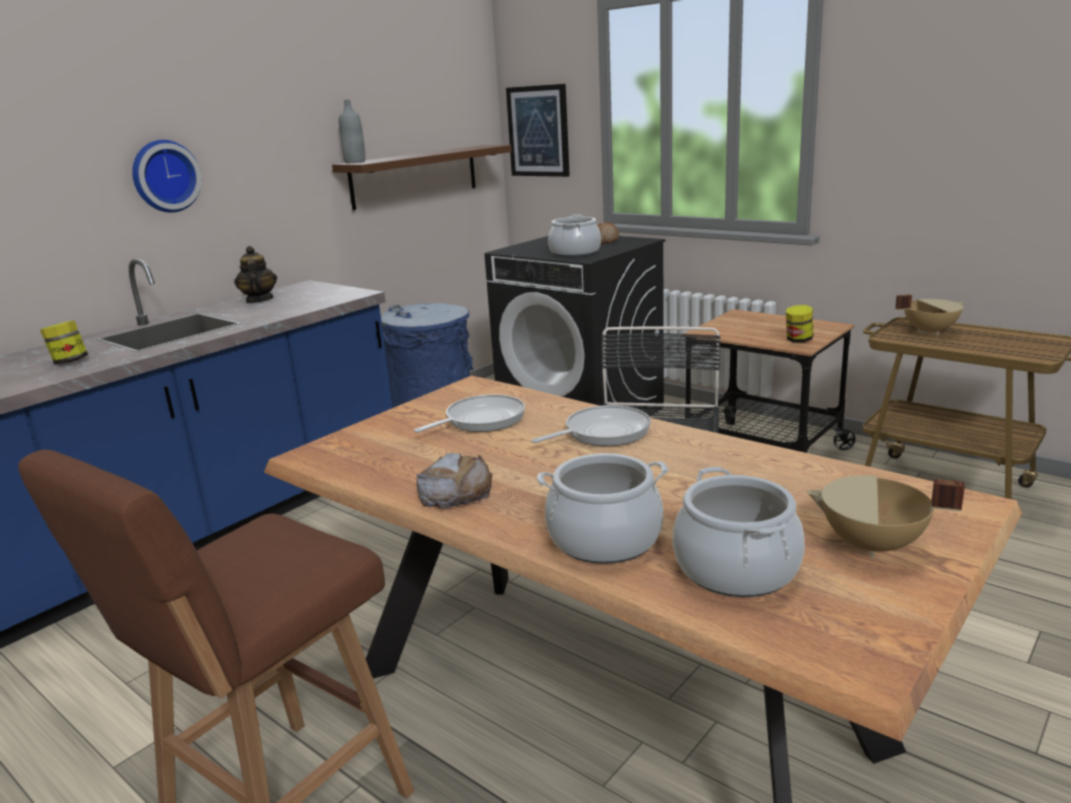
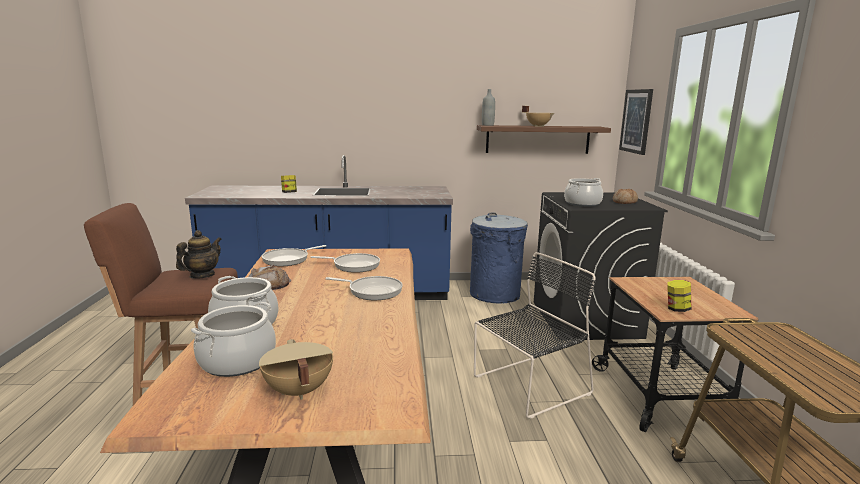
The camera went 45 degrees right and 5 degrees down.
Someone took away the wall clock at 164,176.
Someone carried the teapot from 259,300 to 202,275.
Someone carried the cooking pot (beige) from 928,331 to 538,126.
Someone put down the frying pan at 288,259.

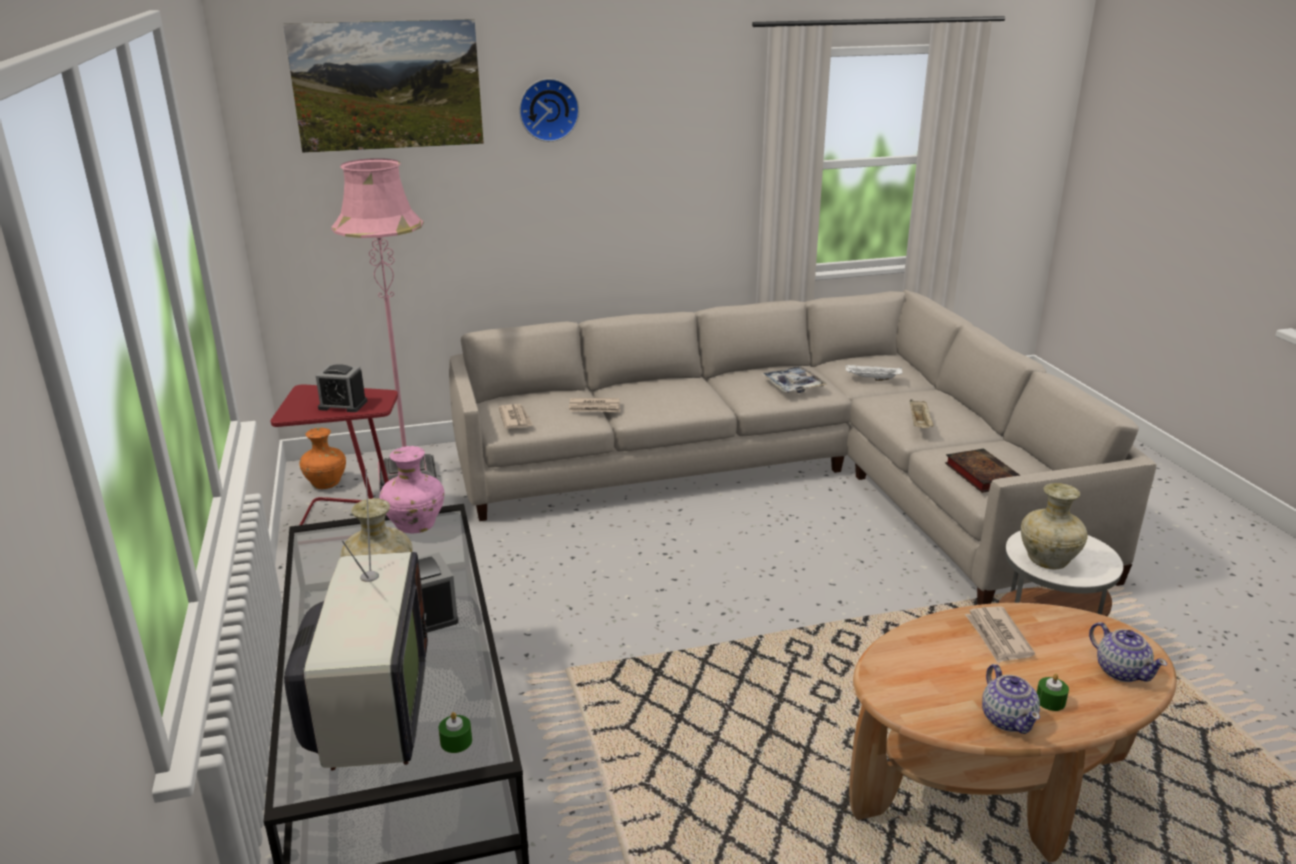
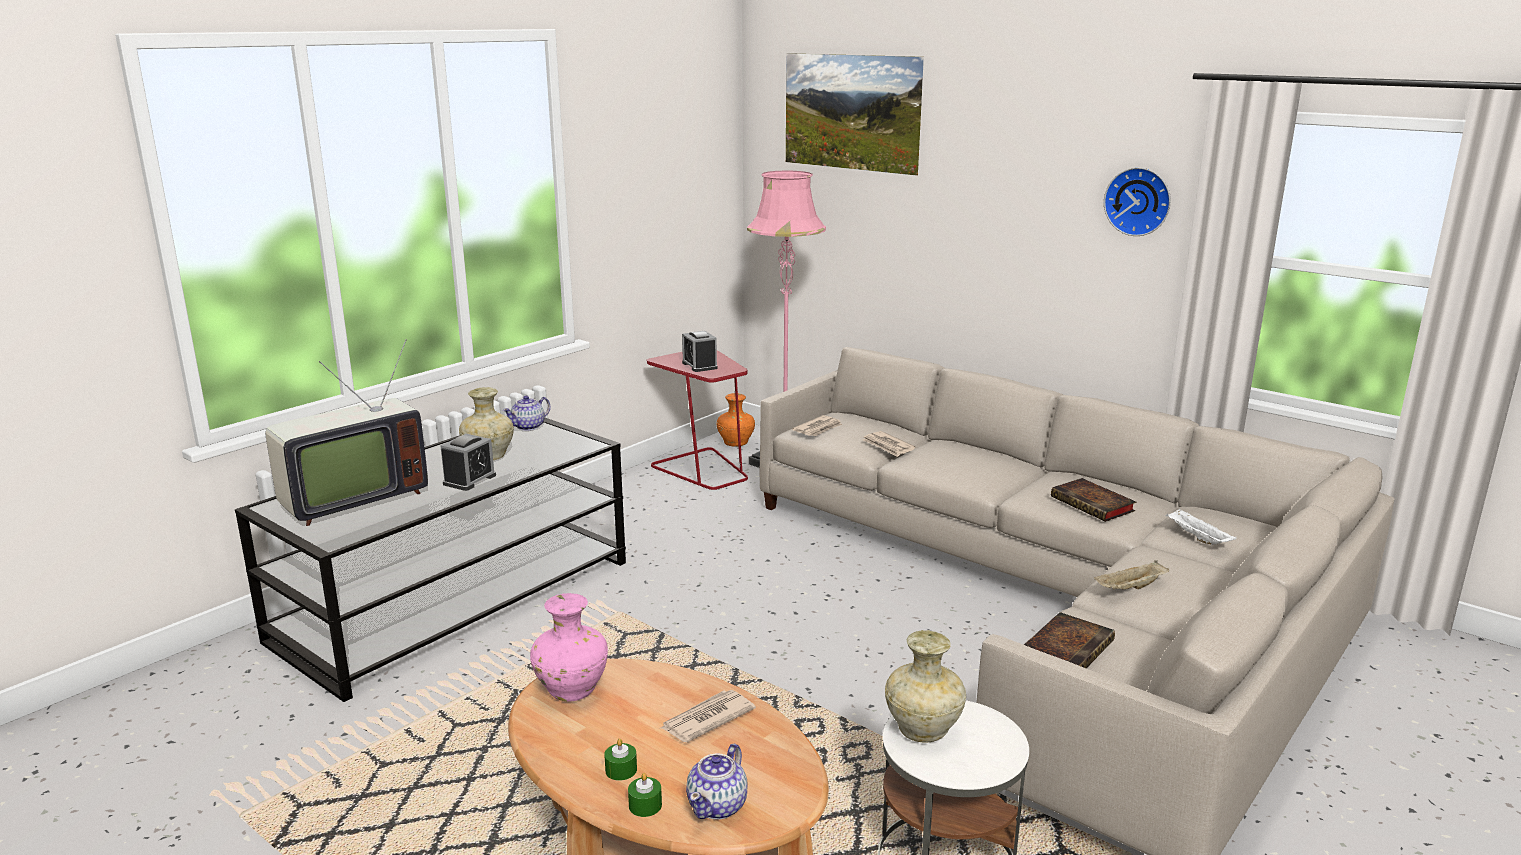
The camera went 55 degrees right and 5 degrees down.
Someone carried the vase (pink) from 415,525 to 573,689.
Someone carried the candle (green) from 456,741 to 645,805.
Someone carried the wall clock from 548,109 to 1138,201.
Someone swapped the tray at 792,385 for the book at 1094,505.
Someone carried the teapot from 1007,719 to 529,426.

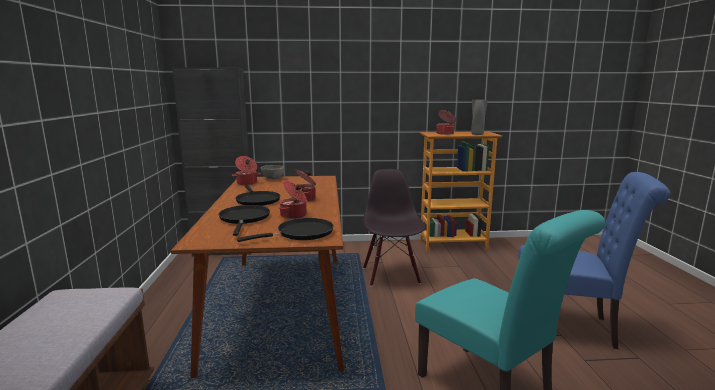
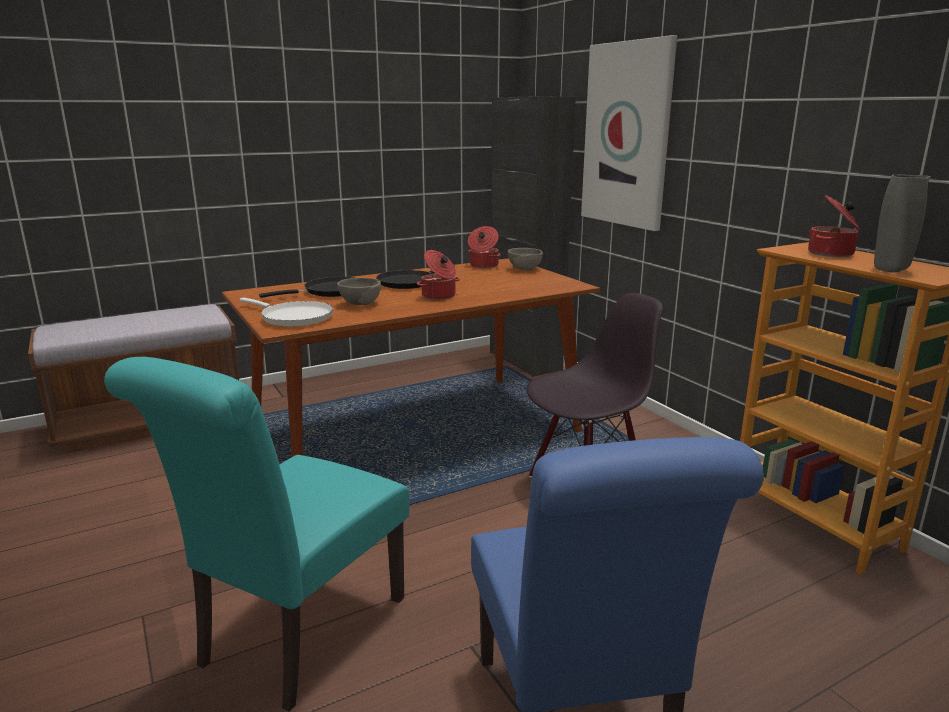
The camera went 65 degrees right and 5 degrees up.
Someone repainted the frying pan (black) at 301,233, which became the frying pan (white) at 293,317.
Someone swapped the cooking pot at 294,215 for the bowl (grey) at 360,304.
Someone put up the picture at 627,135.

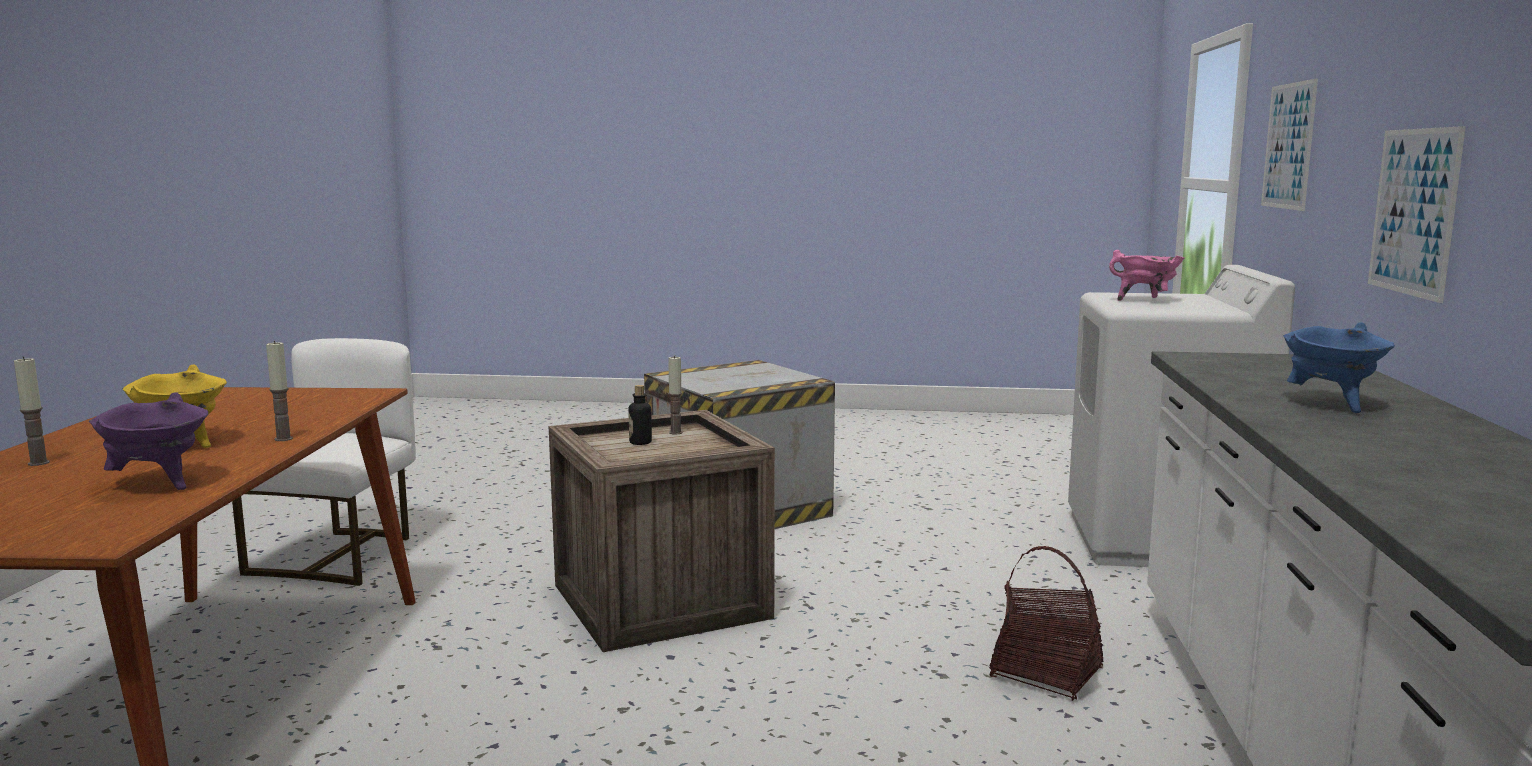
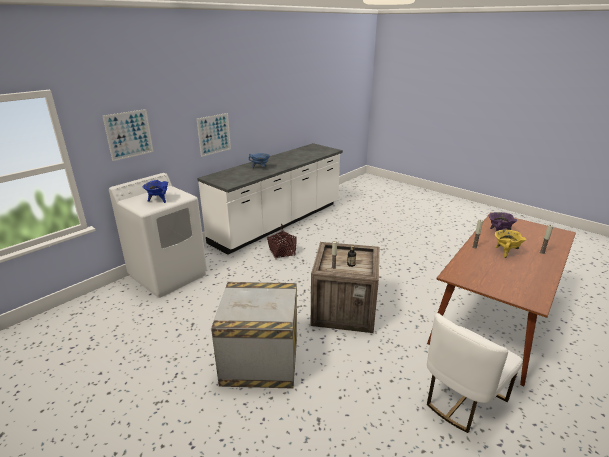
The camera went 145 degrees left and 15 degrees up.
Someone repainted the cooking pot (pink) at 1146,300, which became the cooking pot (blue) at 158,200.

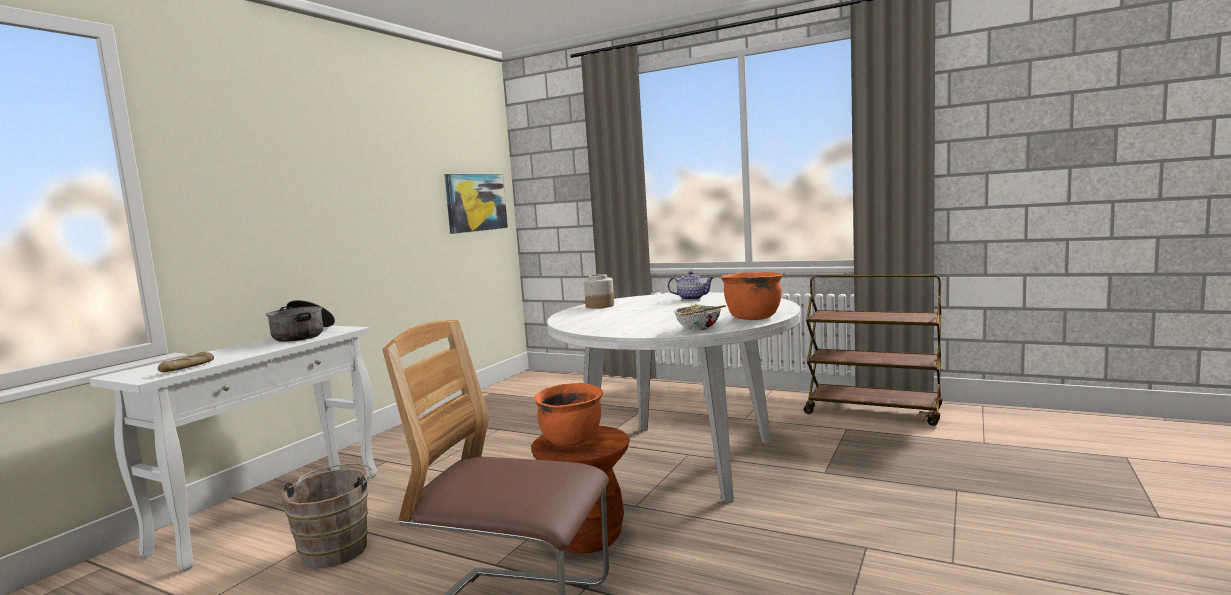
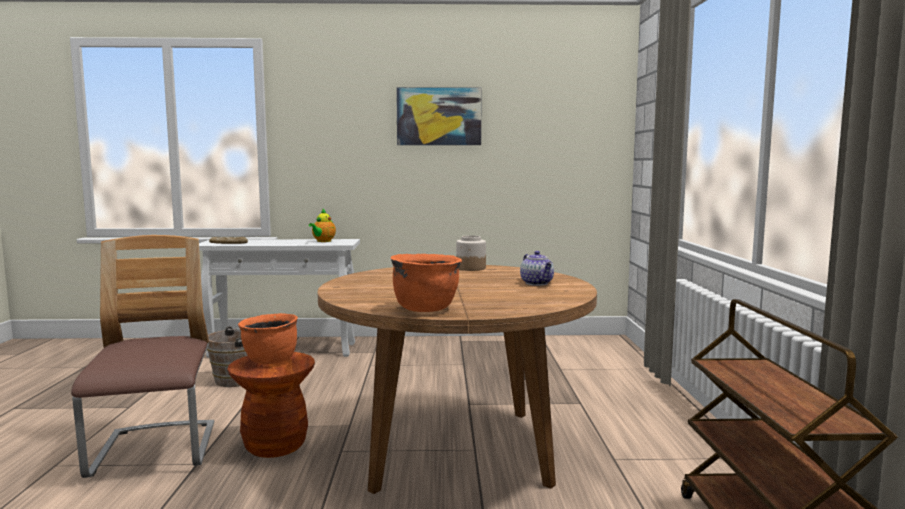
The camera went 60 degrees right and 0 degrees up.
Someone swapped the cooking pot at 304,335 for the teapot at 323,241.
Someone carried the picture from 476,202 to 439,116.
Someone repainted the dining table (white) at 679,460, which became the dining table (brown) at 456,448.
Someone took away the bowl at 698,329.

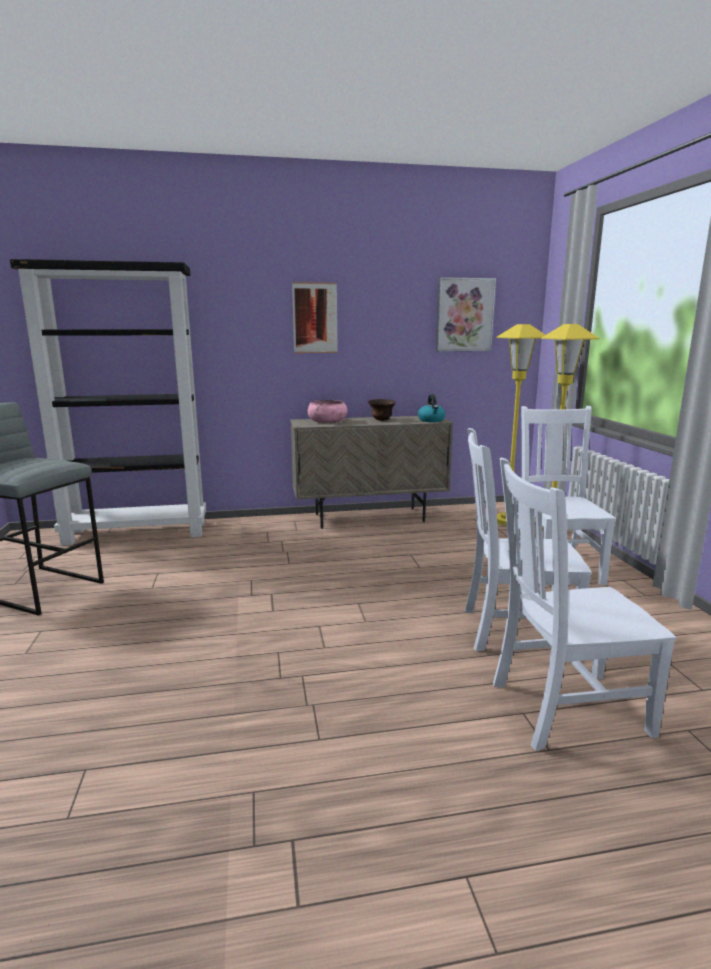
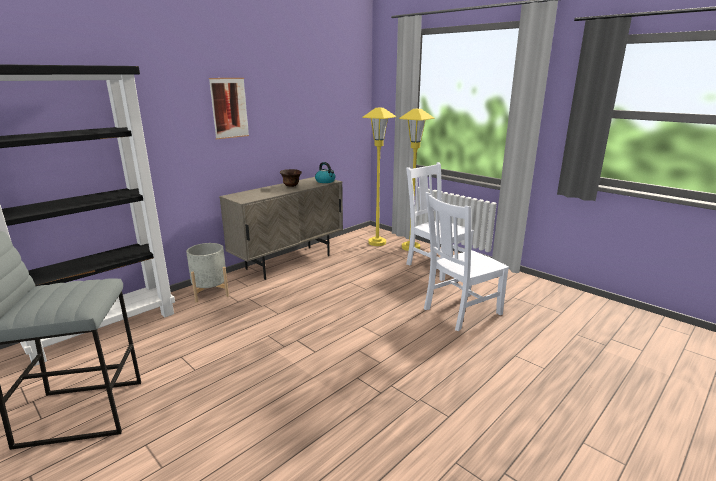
The camera went 35 degrees left and 5 degrees up.
Someone took away the bowl (pink) at 327,421.
Someone took away the picture at 464,315.
Someone took away the chair (white) at 564,708.
Someone put down the planter (grey) at 210,292.

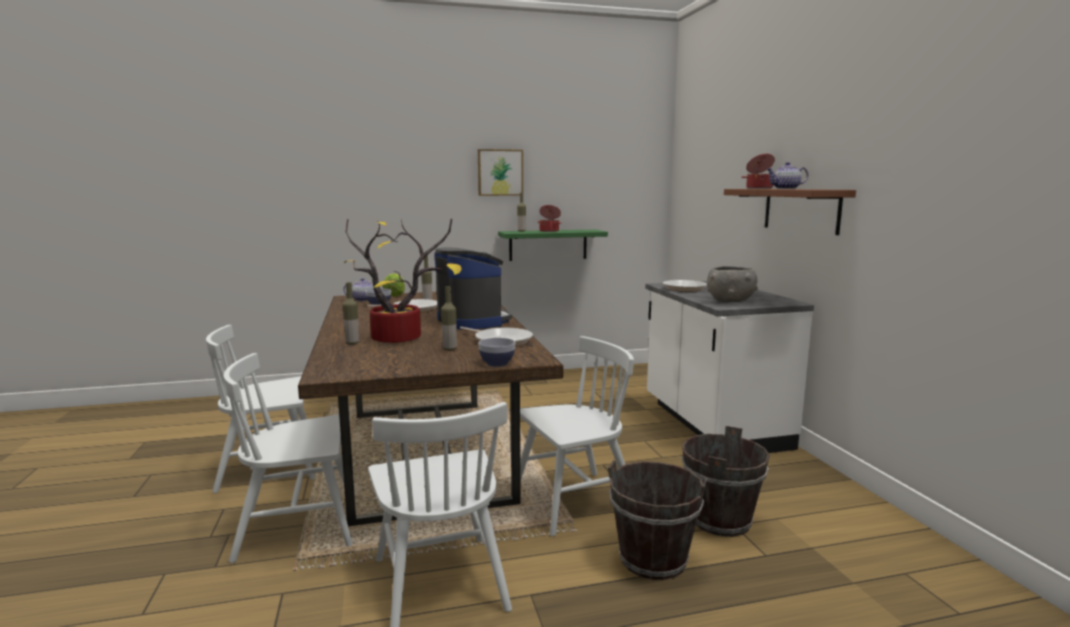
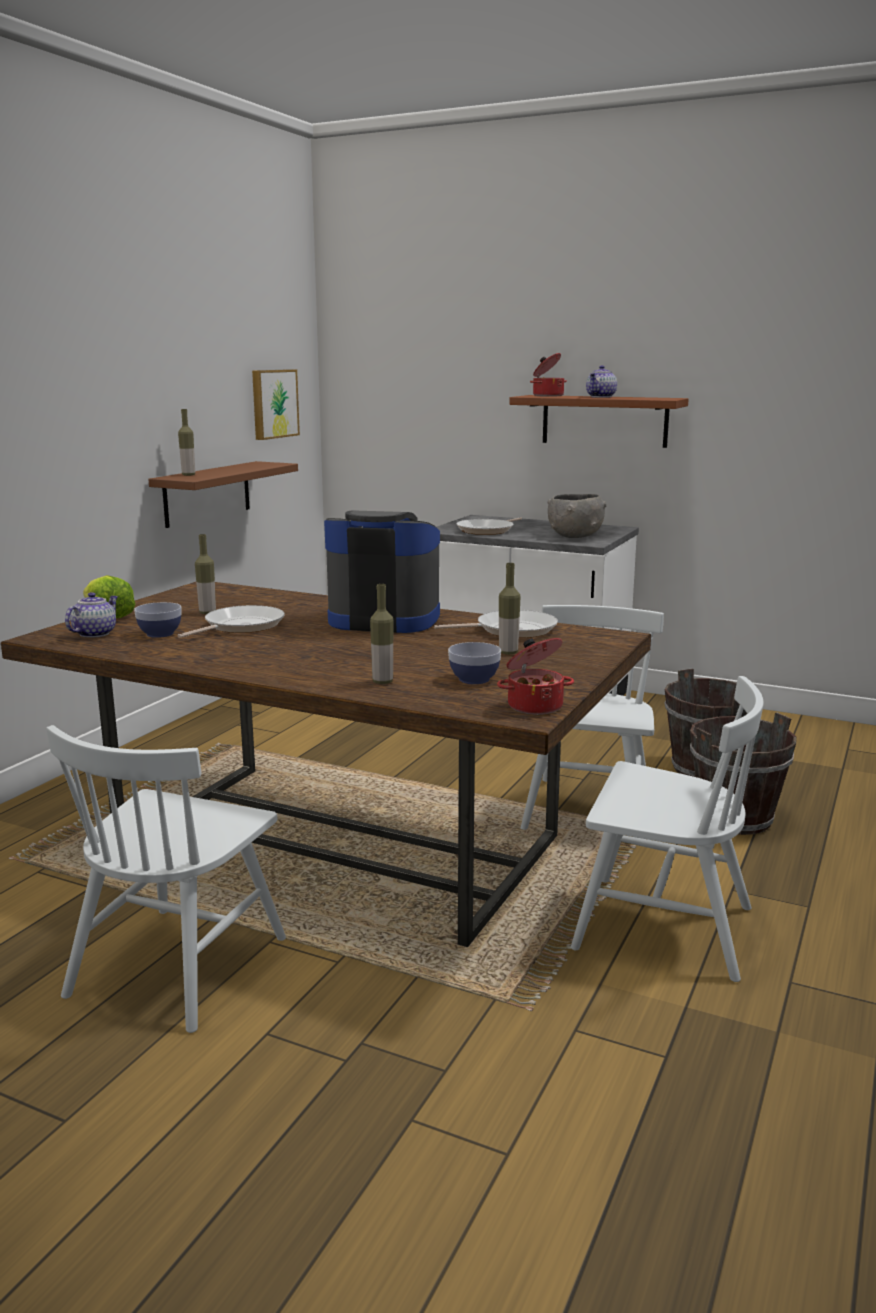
The camera went 50 degrees left and 5 degrees up.
Someone took away the chair (white) at 298,527.
Someone took away the potted plant at 401,338.
Someone carried the picture from 500,172 to 273,403.
Someone carried the bowl from 497,363 to 474,679.
Someone repainted the shelf (green) at 548,245, which became the shelf (brown) at 207,493.
Someone carried the cooking pot from 549,231 to 534,705.

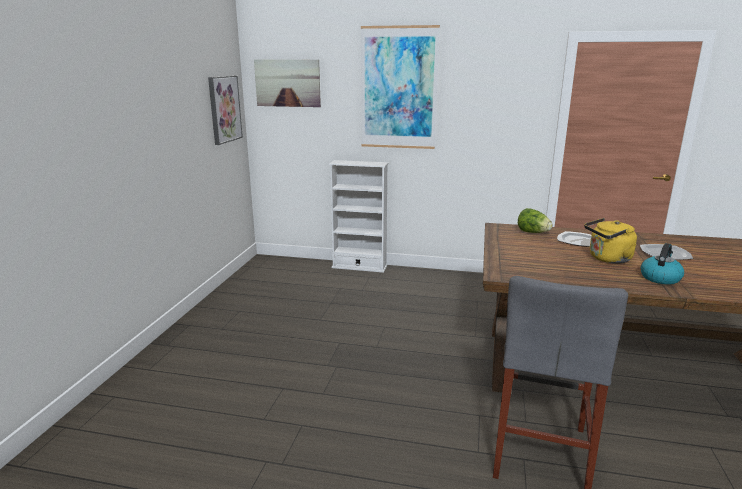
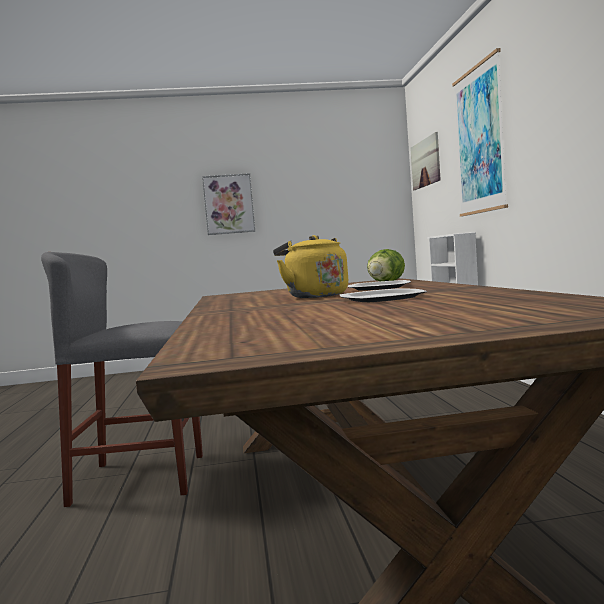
The camera went 70 degrees right and 15 degrees down.
Someone carried the picture from 224,109 to 228,204.
Someone took away the kettle at 660,278.

